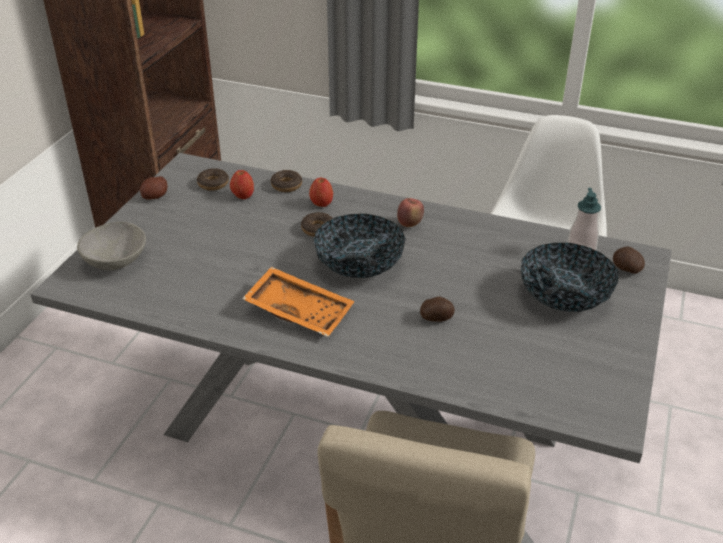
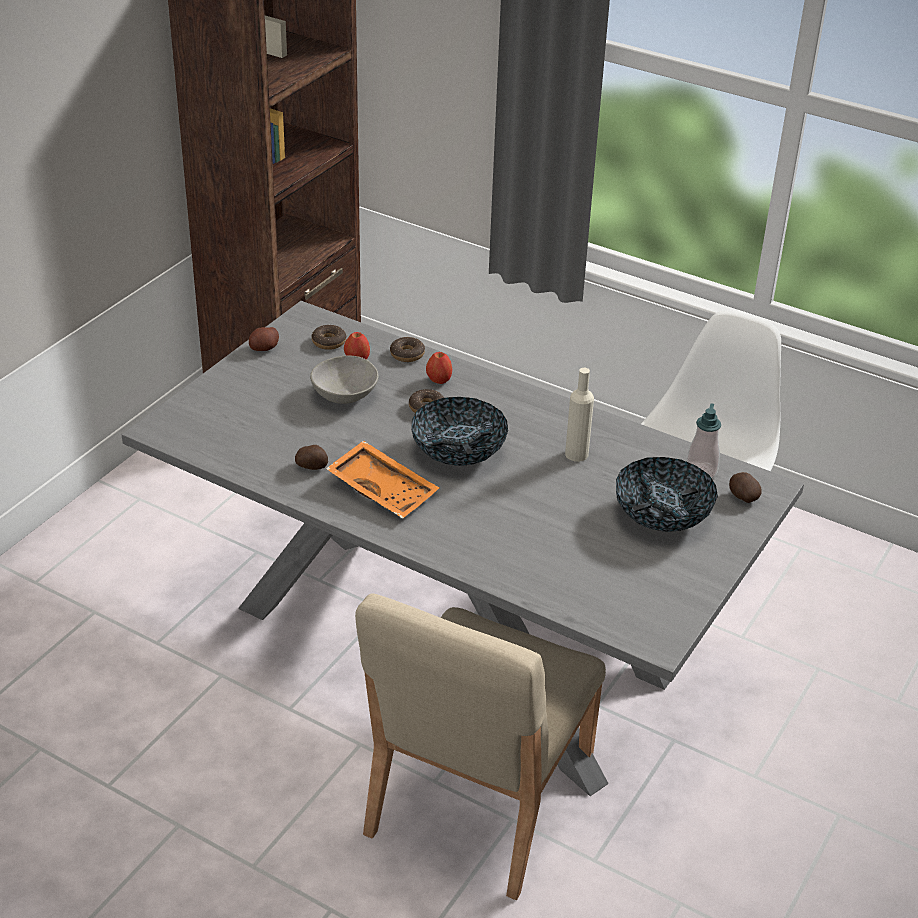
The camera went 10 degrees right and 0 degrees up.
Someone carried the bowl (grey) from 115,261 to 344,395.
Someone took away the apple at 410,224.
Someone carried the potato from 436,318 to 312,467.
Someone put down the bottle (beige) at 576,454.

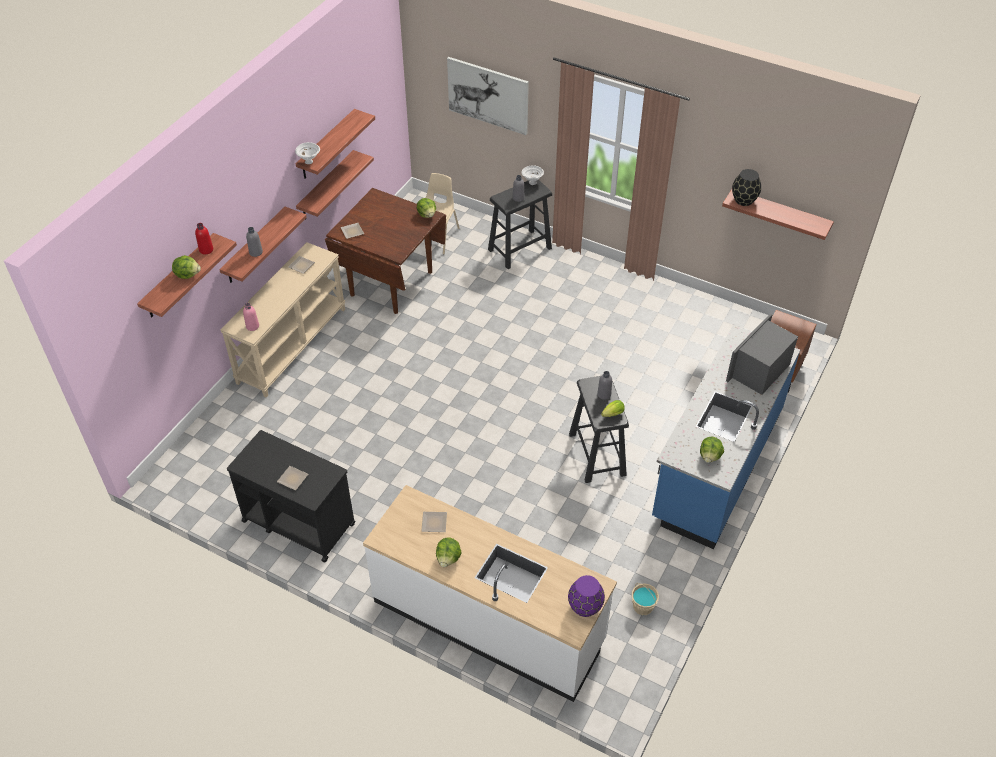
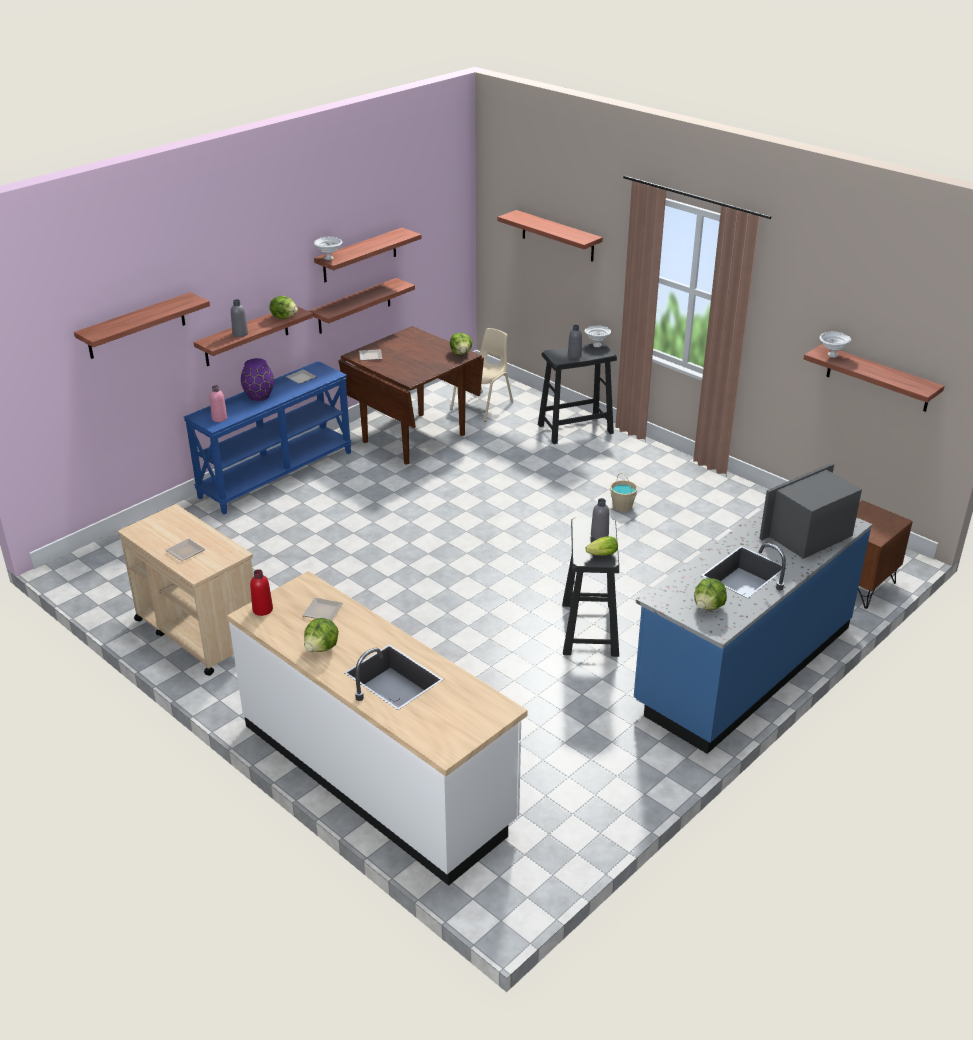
The camera went 15 degrees right and 15 degrees down.
Someone carried the lettuce from 188,274 to 284,317.
Someone carried the bottle (red) from 206,250 to 262,609.
Someone repainted the console table (beige) at 291,345, which became the console table (blue) at 276,474.
Someone repainted the cart (black) at 298,522, which became the cart (beige) at 198,632.
Someone swapped the picture at 488,95 for the shelf at 557,236.
Someone carried the vase (purple) from 584,607 to 259,396.
Someone carried the bucket (beige) from 643,606 to 622,506.
Someone swapped the vase (black) at 744,200 for the bowl (white) at 832,355.

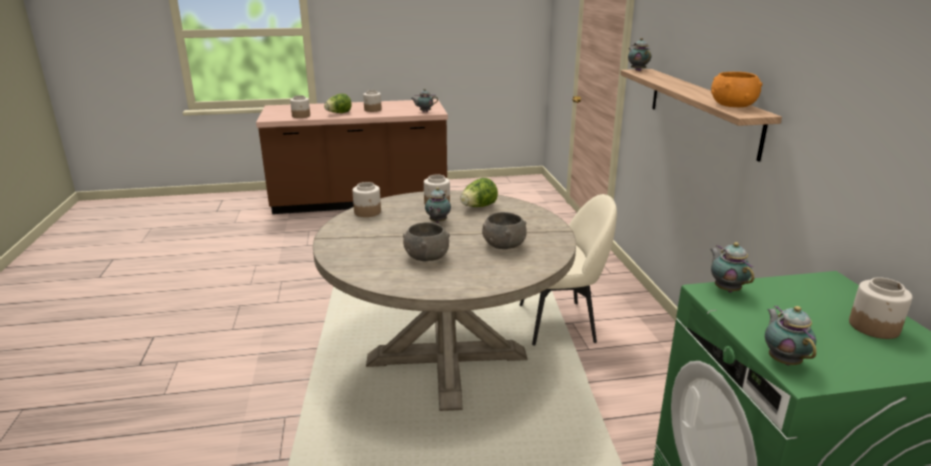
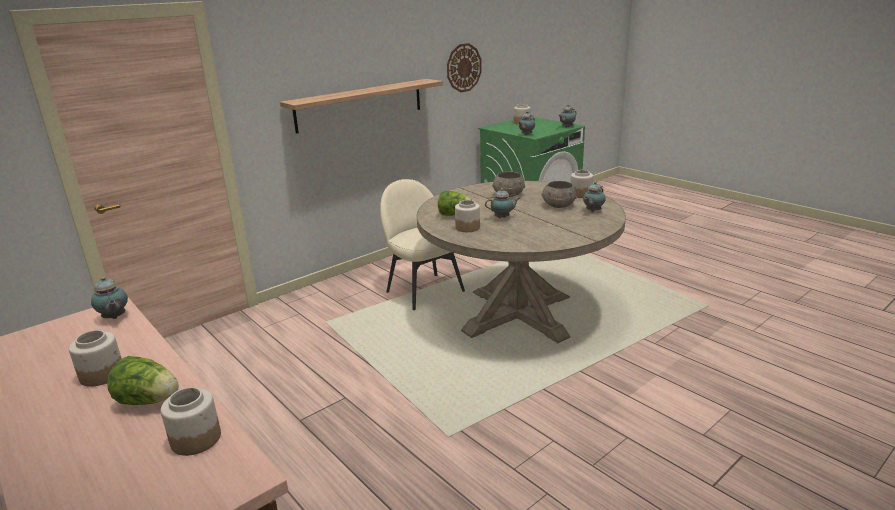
The camera went 120 degrees left and 0 degrees up.
Someone carried the jar from 368,212 to 580,194.
Someone carried the teapot from 637,70 to 592,211.
Someone took away the bowl (orange) at 732,105.
Someone put up the wall clock at 463,68.

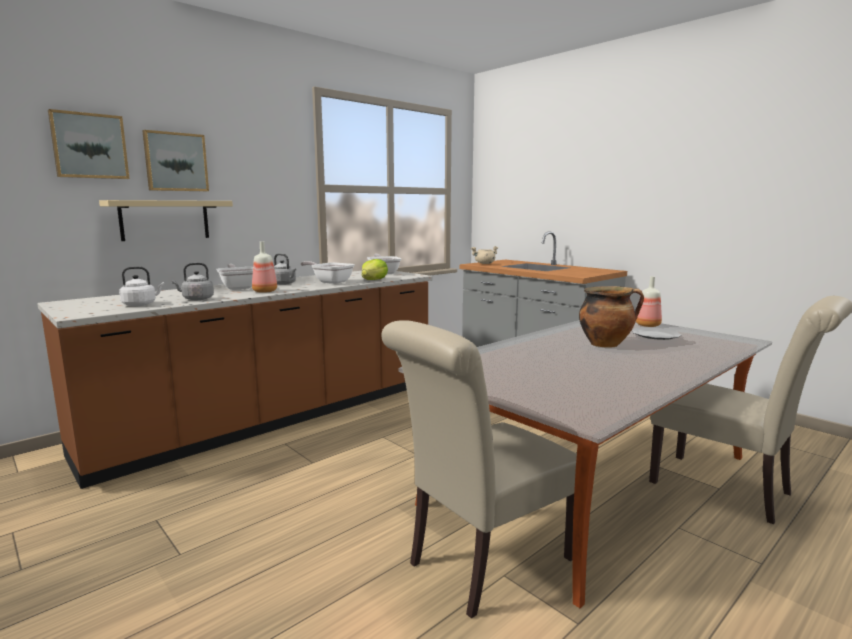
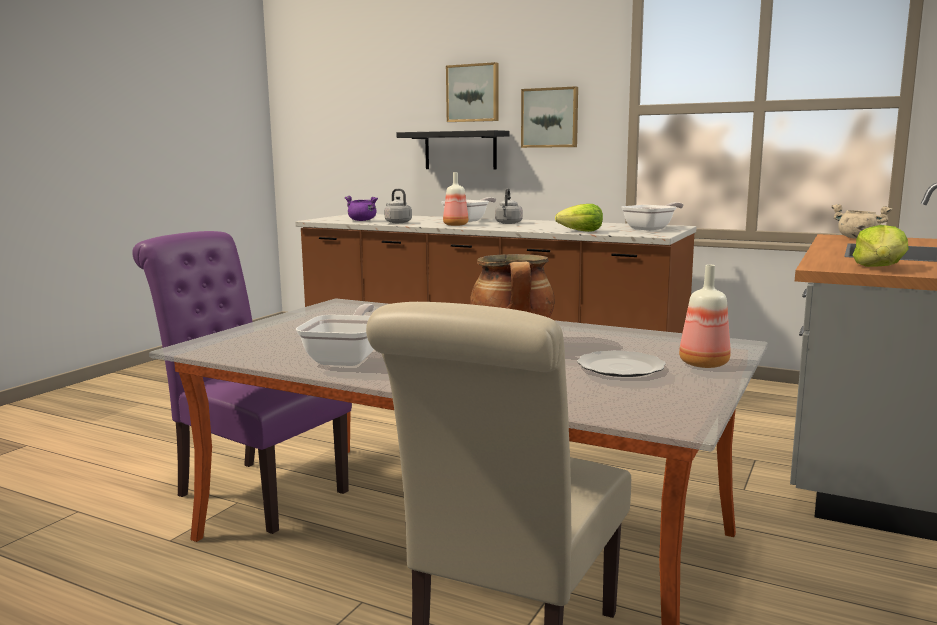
The camera went 70 degrees right and 0 degrees up.
Someone carried the picture from 89,146 to 550,118.
Someone repainted the shelf (beige) at 165,220, which became the shelf (black) at 460,150.
Someone swapped the kettle (white) at 141,304 for the cooking pot (purple) at 362,220.
Someone carried the frying pan from 330,282 to 347,358.
Someone repainted the chair (beige) at 483,563, which became the chair (purple) at 253,491.
Someone put down the lettuce at 879,267.

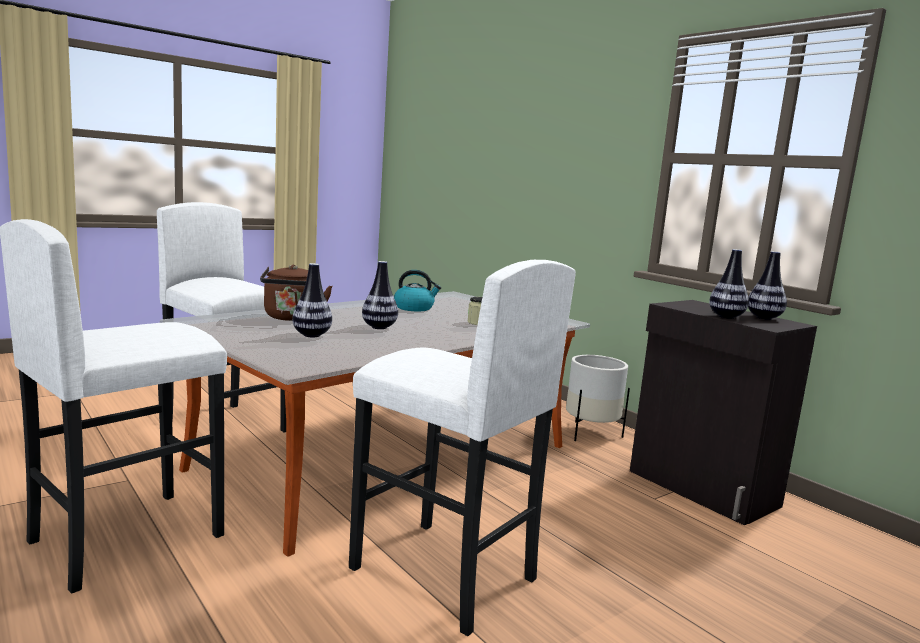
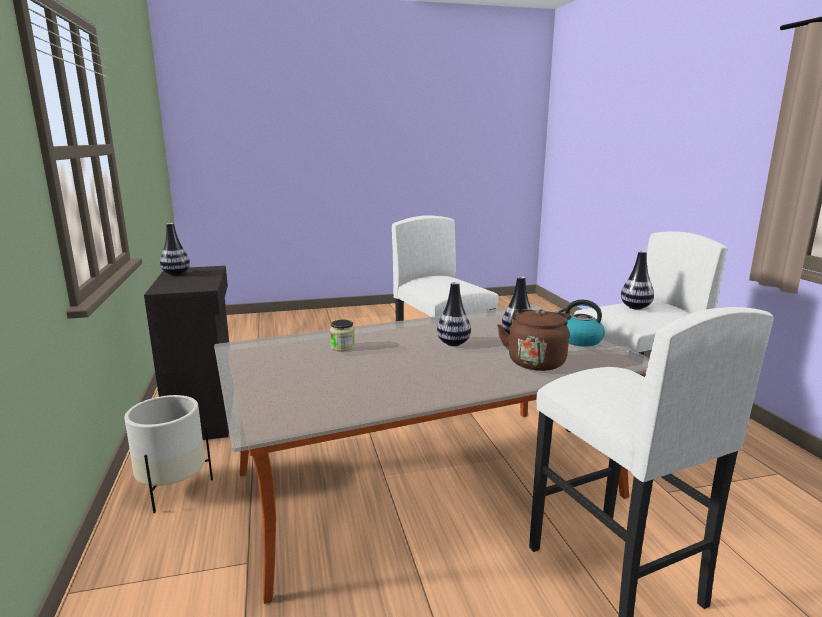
The camera went 155 degrees left and 5 degrees up.
Someone carried the kettle from 414,308 to 579,340.
Someone carried the vase from 726,317 to 635,307.

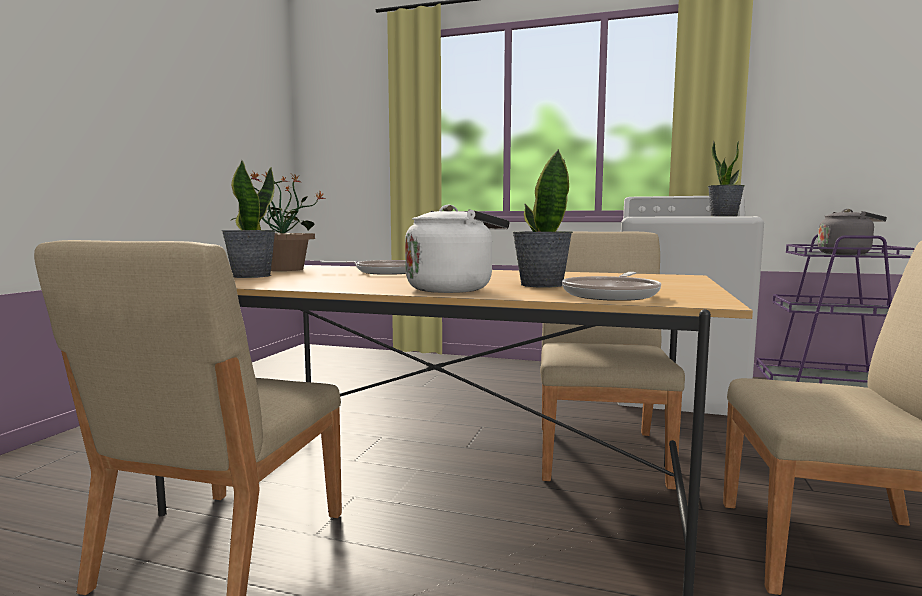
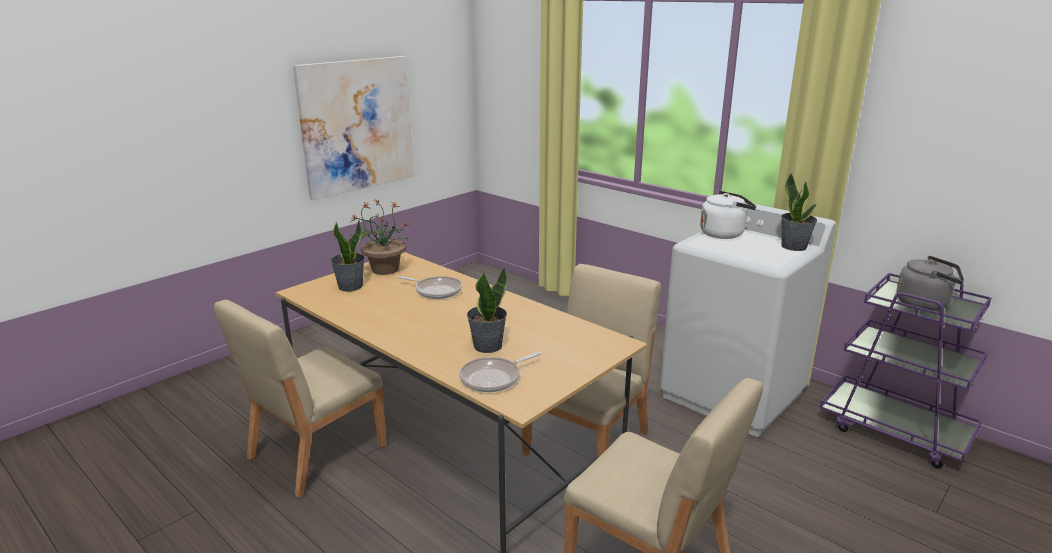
The camera went 25 degrees right and 15 degrees up.
Someone carried the kettle (white) from 453,289 to 724,234.
Someone put up the picture at 357,125.

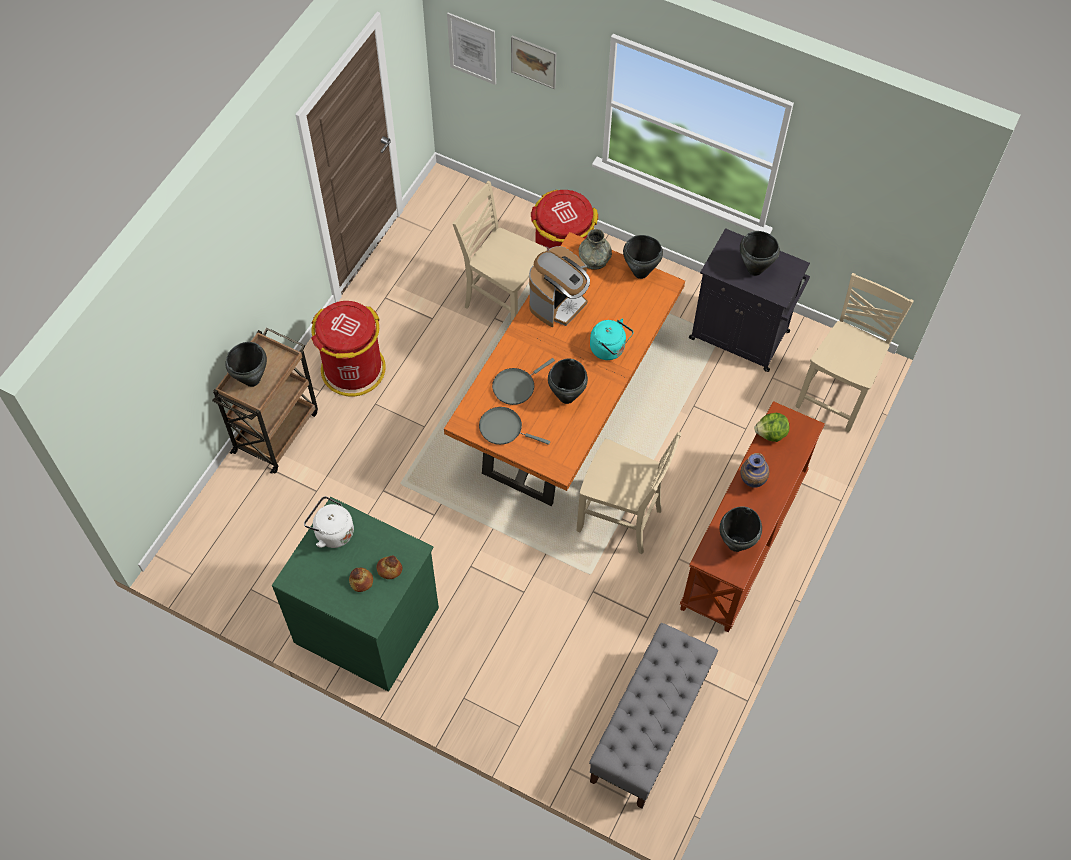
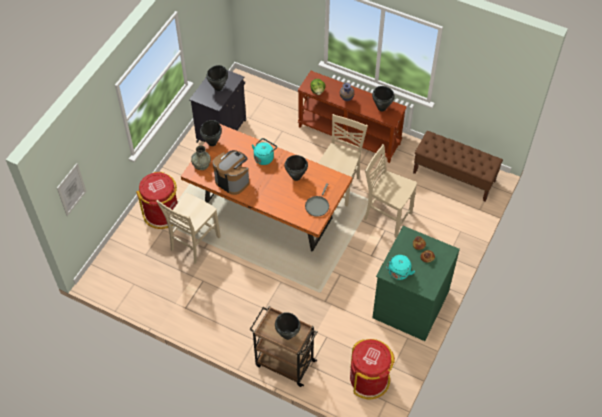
The camera went 90 degrees left and 5 degrees down.
Someone repainted the kettle (white) at 332,532, which became the kettle (turquoise) at 398,273.
Someone carried the trash can (red) from 353,369 to 369,379.
Someone took away the frying pan (grey) at 516,386.
Someone took away the picture at 534,61.
Someone repainted the bench (grey) at 649,728, which became the bench (brown) at 454,177.
Someone carried the chair (beige) from 837,394 to 386,216.

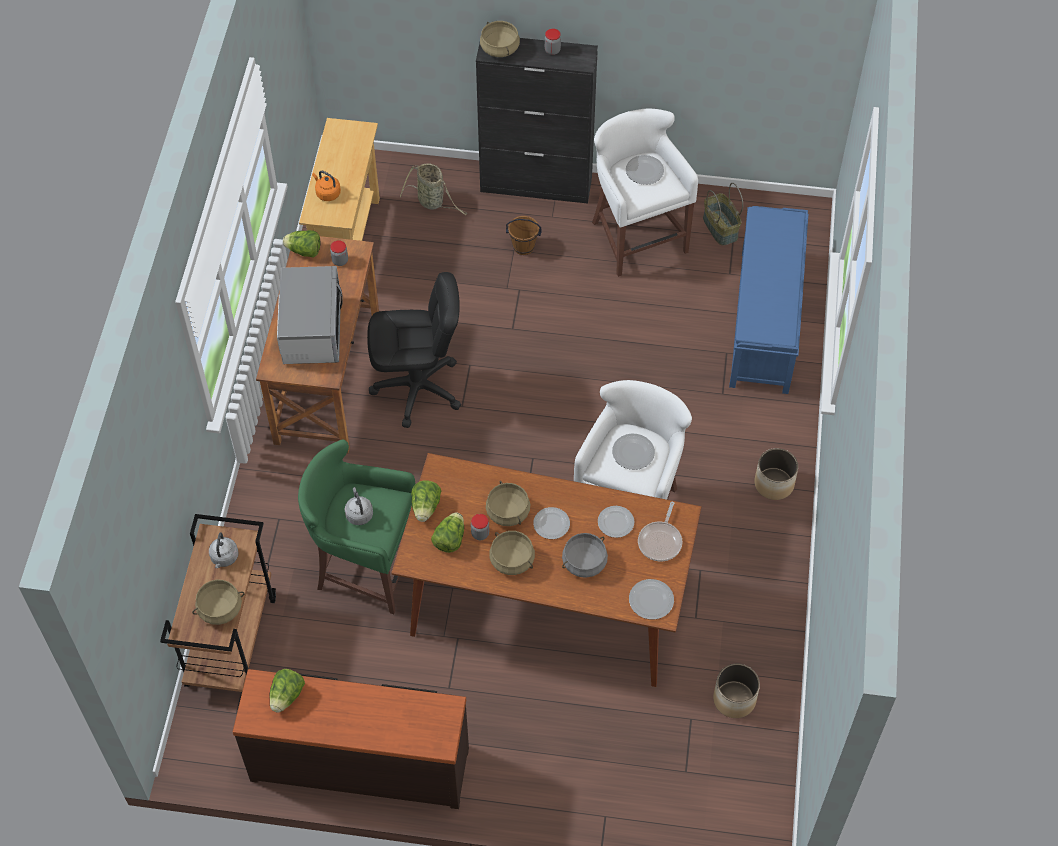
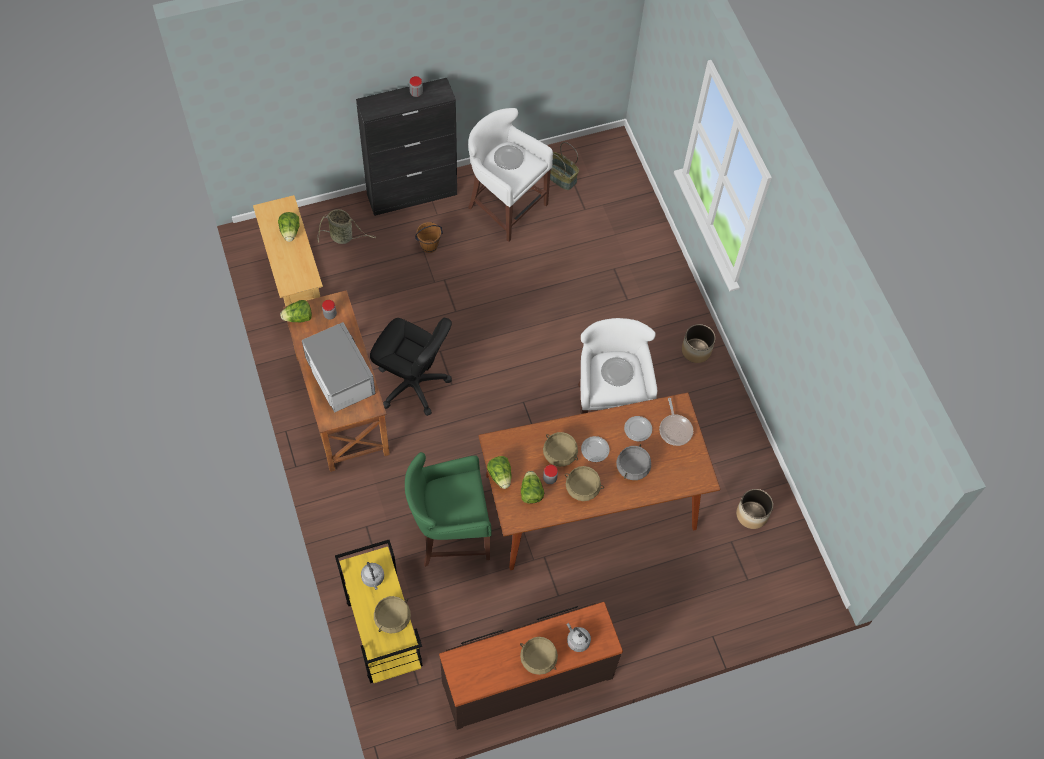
The camera went 30 degrees left and 5 degrees up.
Someone repainted the cart (brown) at 231,640, which became the cart (yellow) at 383,632.
Someone carried the lettuce from 287,696 to 290,232.
Someone took away the kettle (orange) at 327,193.
Someone carried the kettle (grey) from 359,514 to 577,640.
Someone rotated the office chair (black) at 418,389 by 60 degrees clockwise.
Someone carried the cooking pot (beige) from 499,48 to 538,659.
Someone took away the plate at 651,599.
Someone took away the bench (blue) at 764,322.

